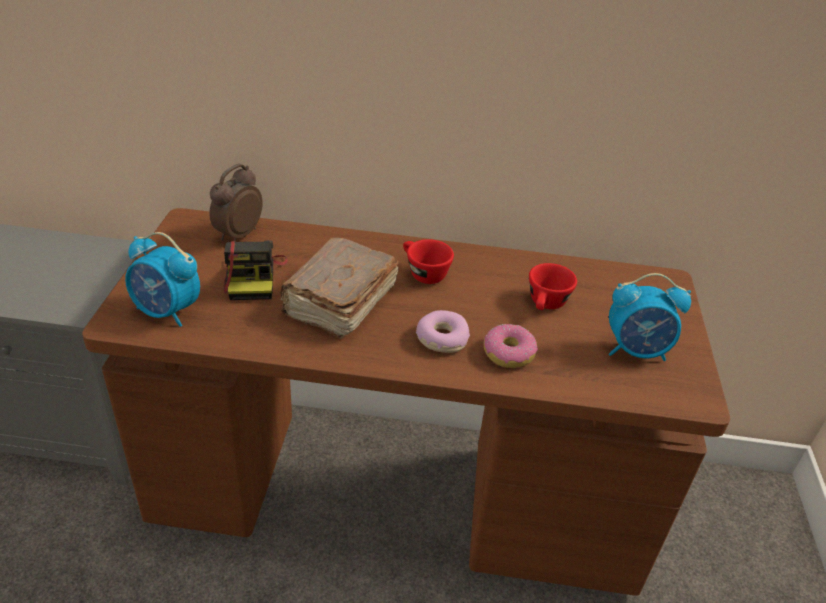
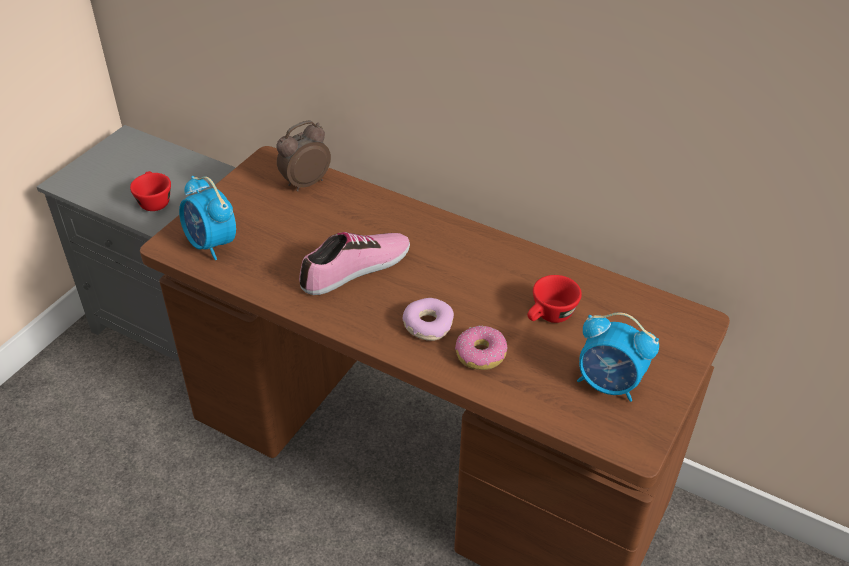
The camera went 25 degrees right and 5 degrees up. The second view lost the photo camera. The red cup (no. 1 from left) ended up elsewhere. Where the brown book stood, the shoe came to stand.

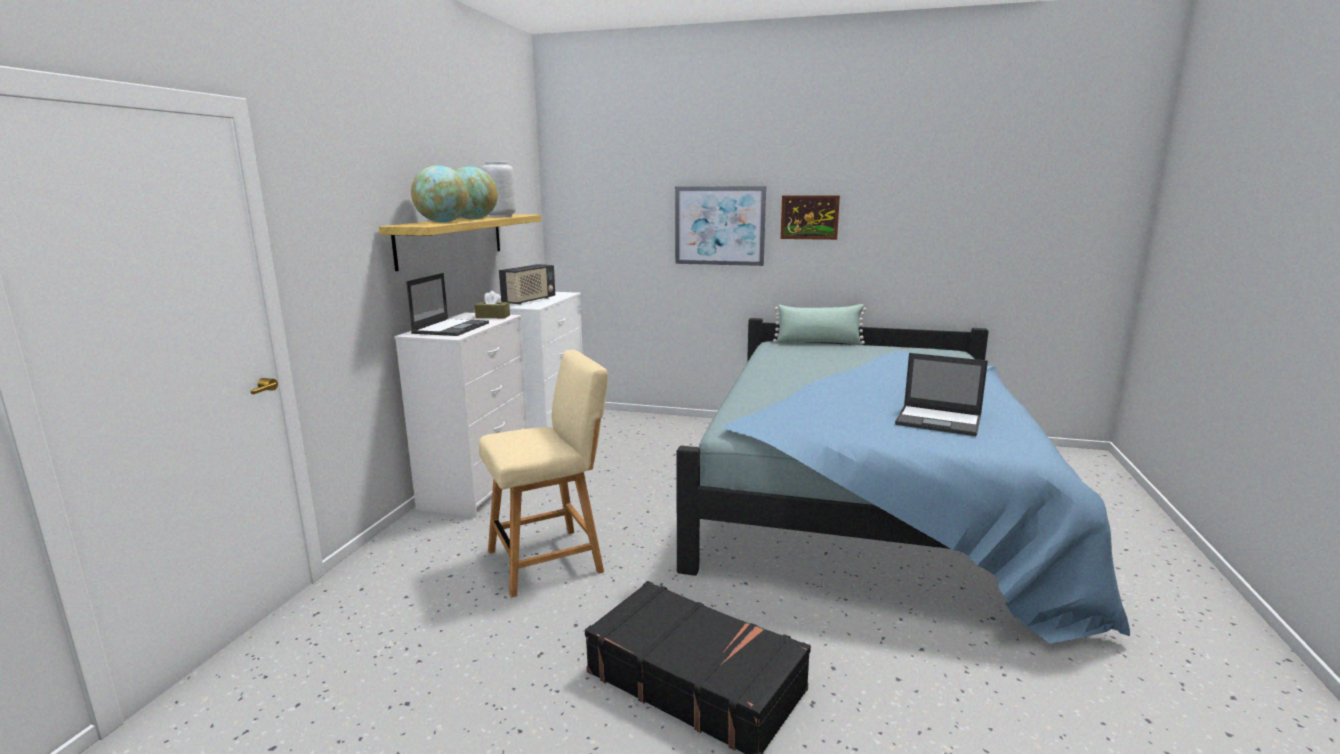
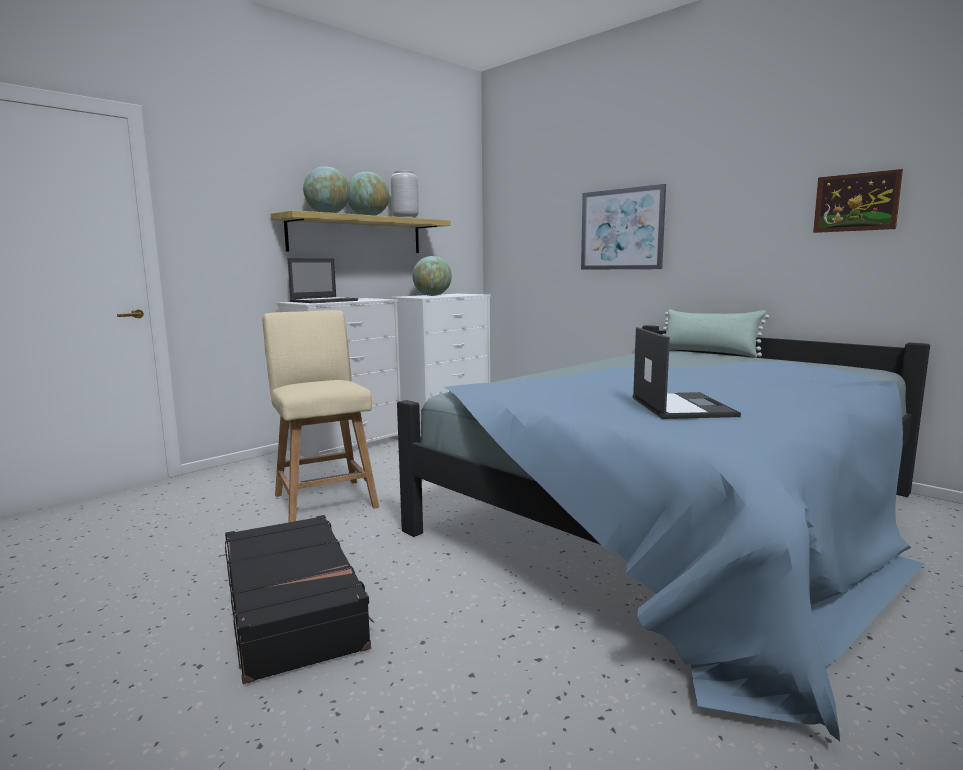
The camera went 30 degrees right and 5 degrees down. The second view lost the brown tissue box. The picture (no. 2 from left) ended up elsewhere. Where the radio stood, the globe (no. 3 from left) came to stand. The beige chair ended up facing another way, 120 degrees counterclockwise from before. The laptop (no. 2 from left) ended up facing another way, 150 degrees counterclockwise from before.

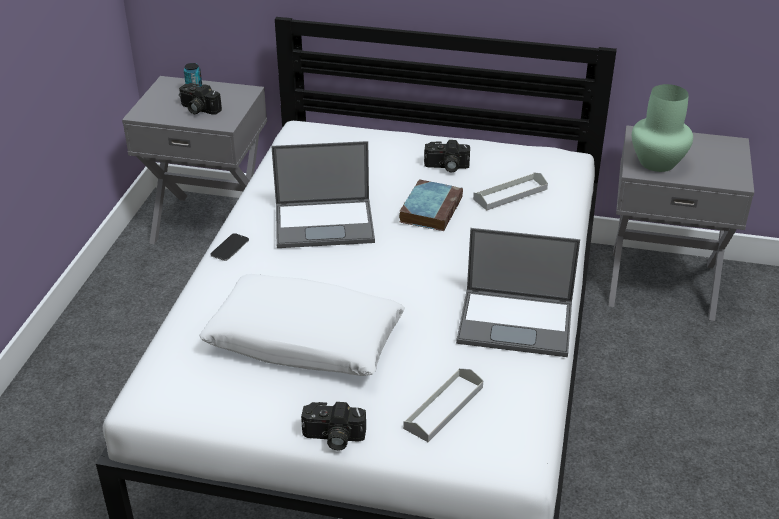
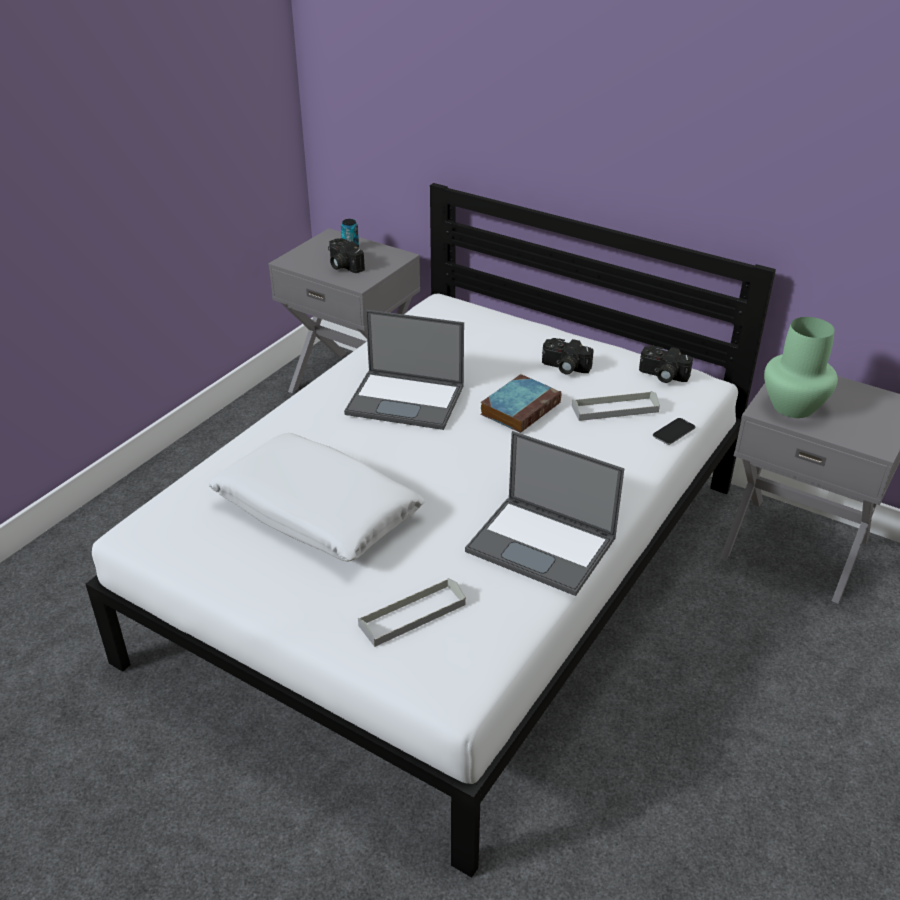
The camera went 20 degrees right and 0 degrees up. The phone ended up elsewhere. The photo camera (no. 2 from left in the first image) ended up elsewhere.

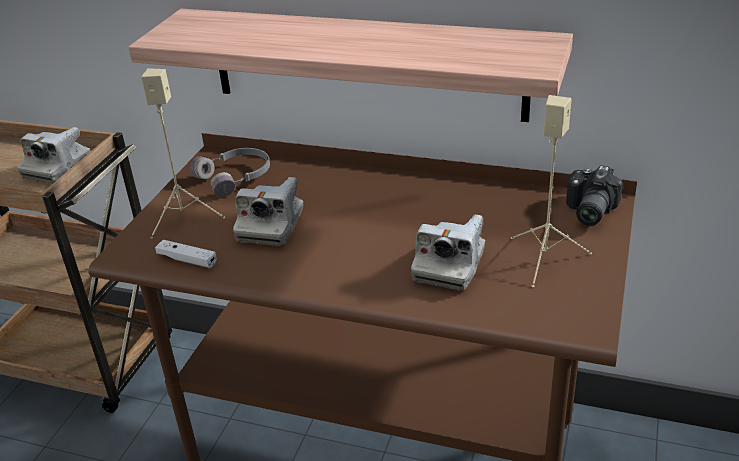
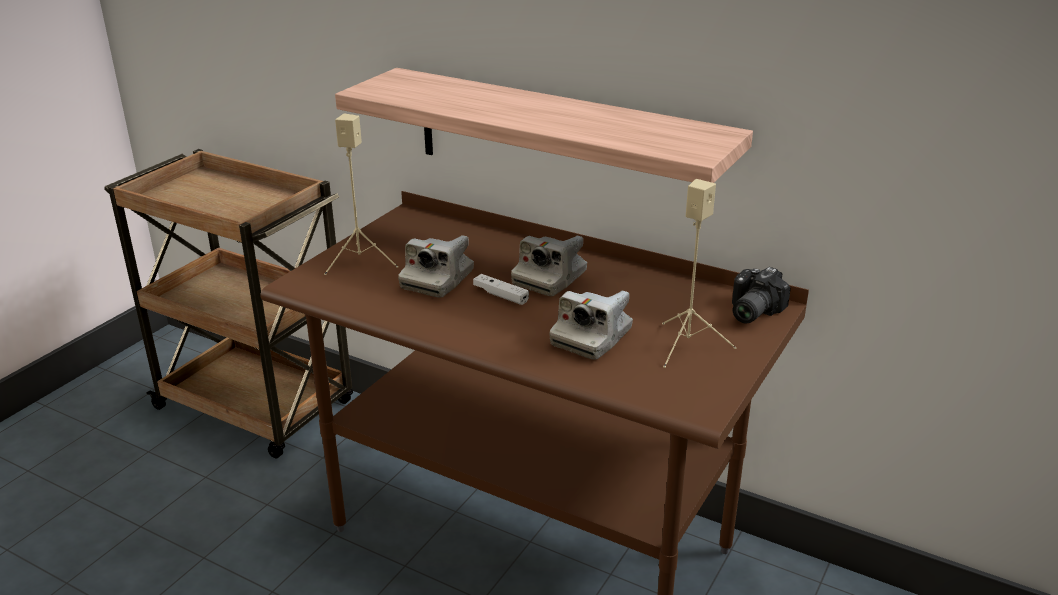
The camera went 10 degrees right and 5 degrees down. The second view lost the grey headphones. The photo camera (no. 1 from left in the first image) ended up elsewhere. The white game controller ended up elsewhere.

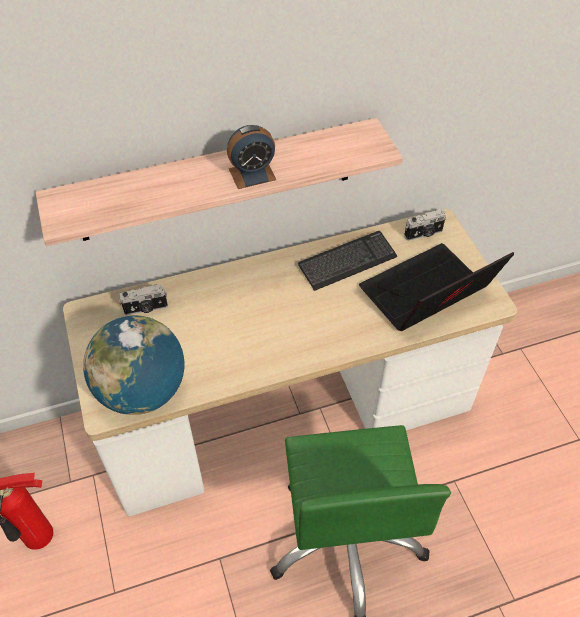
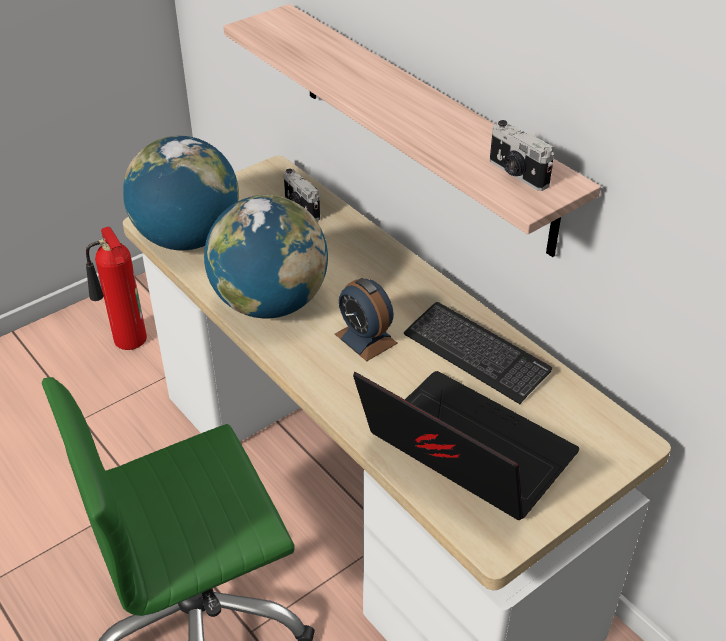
The camera went 70 degrees right and 10 degrees down. The second view gained the globe (no. 2 from left). The alarm clock ended up elsewhere. The photo camera (no. 2 from left) ended up elsewhere.

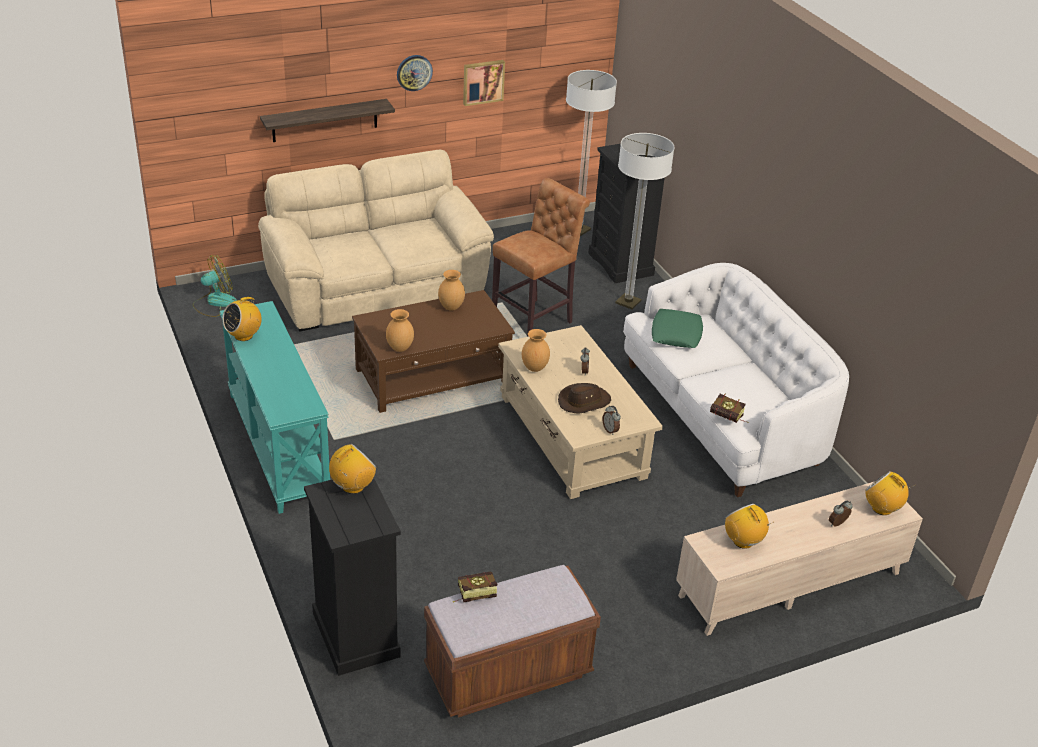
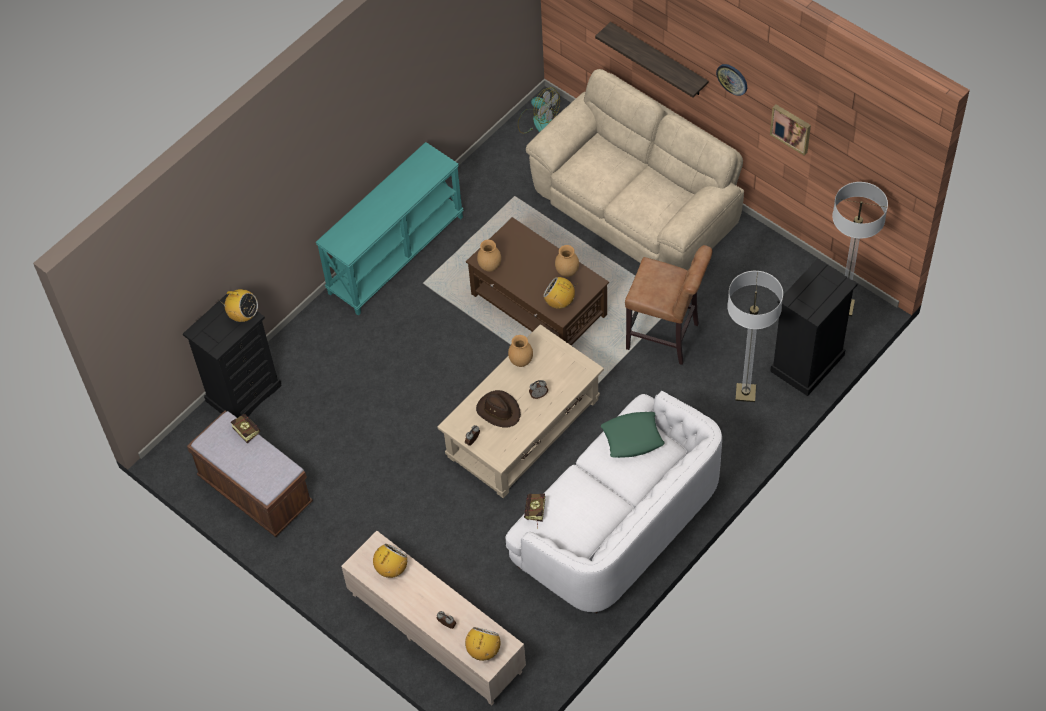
The camera went 70 degrees right and 20 degrees up. The radio (no. 1 from left in the first image) ended up elsewhere.

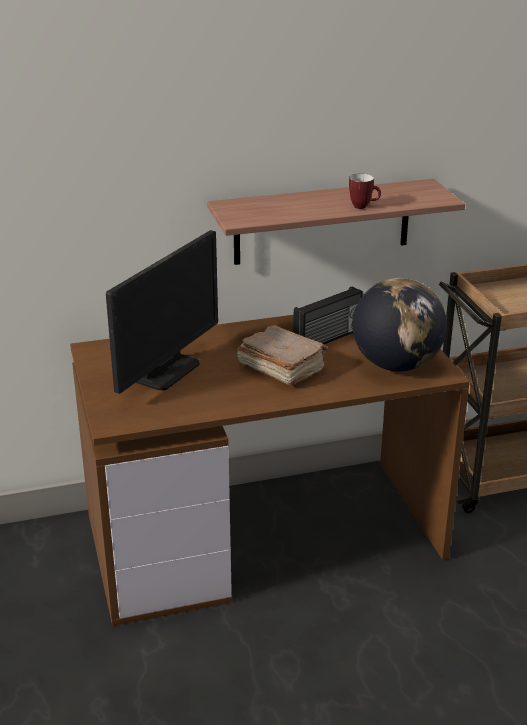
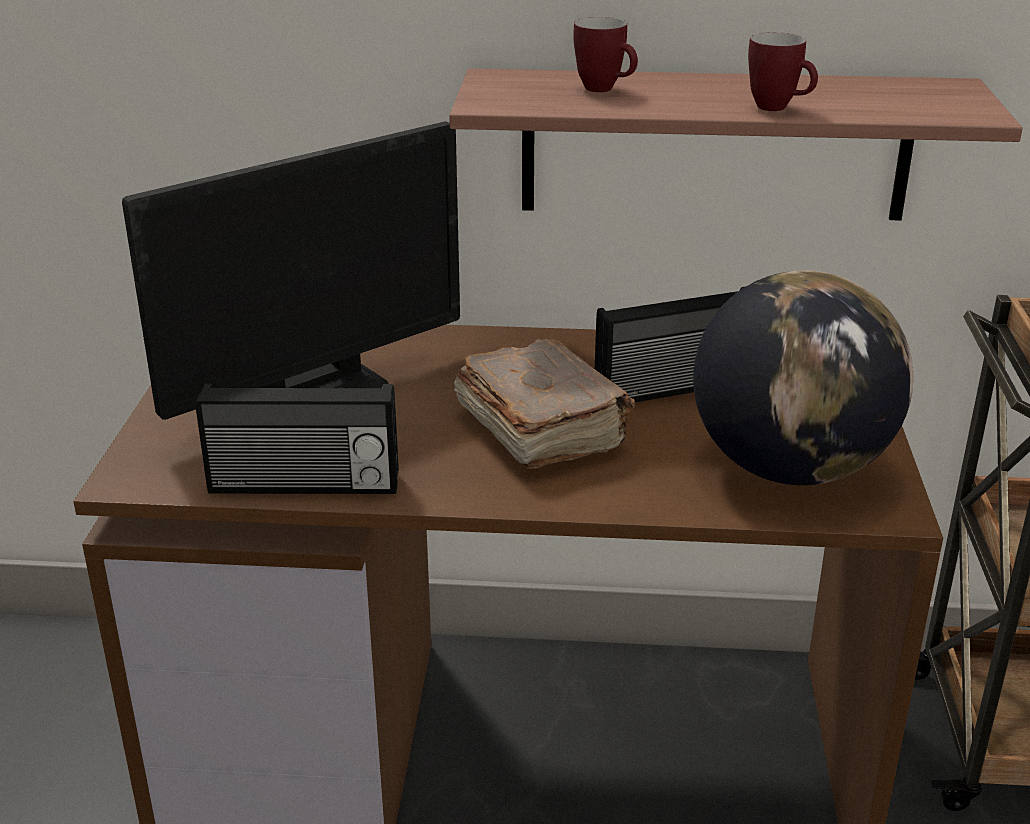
The camera went 20 degrees right and 0 degrees up. The second view gained the radio (no. 1 from left). The second view gained the mug (no. 1 from left).

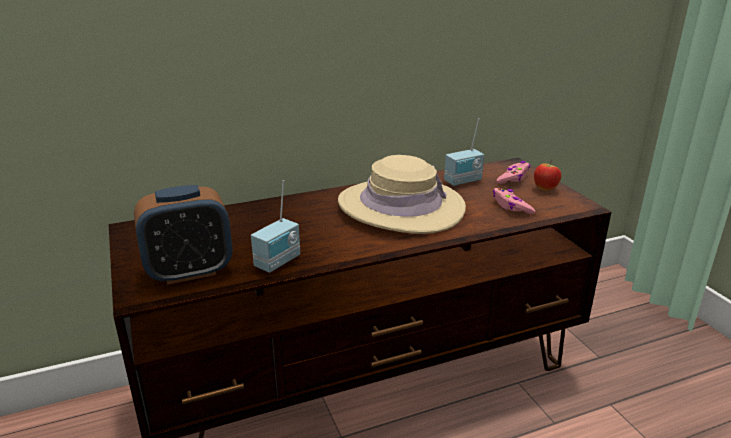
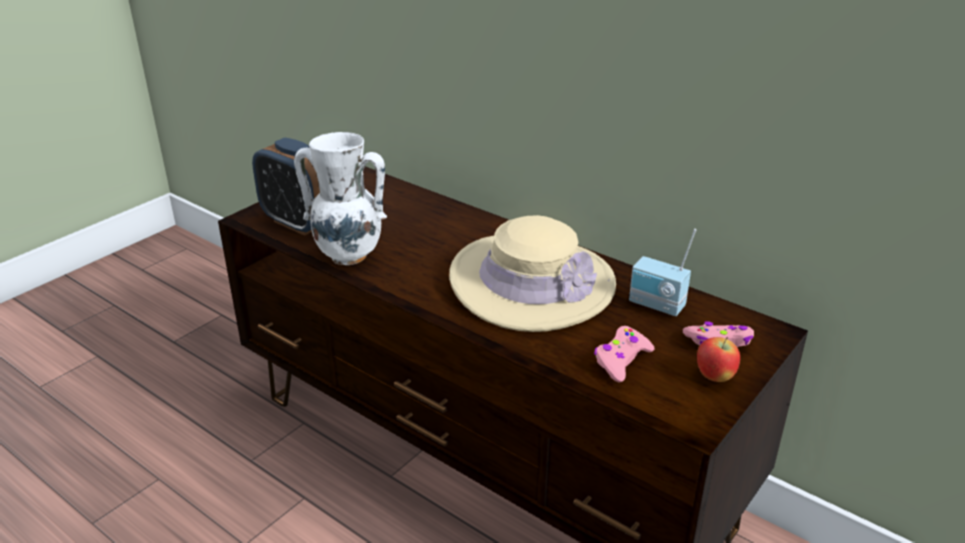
The camera went 60 degrees right and 5 degrees up. Where the radio (no. 1 from left) stood, the white vase came to stand.

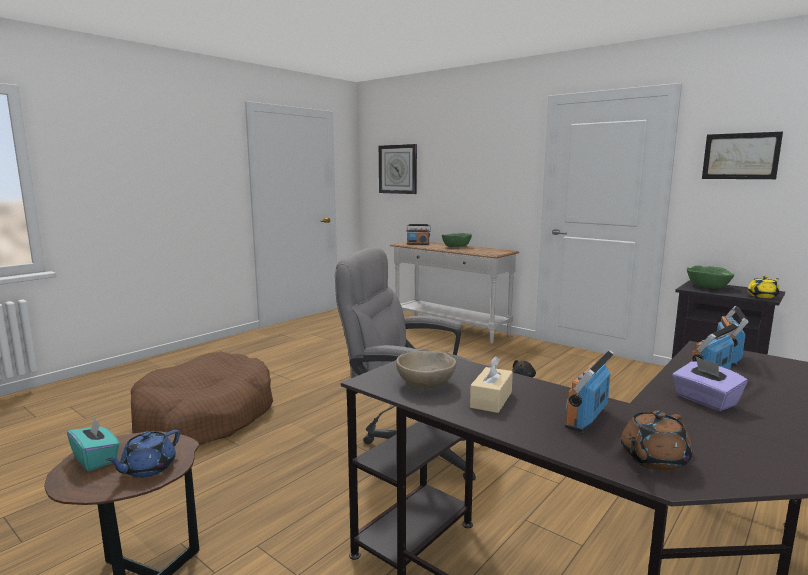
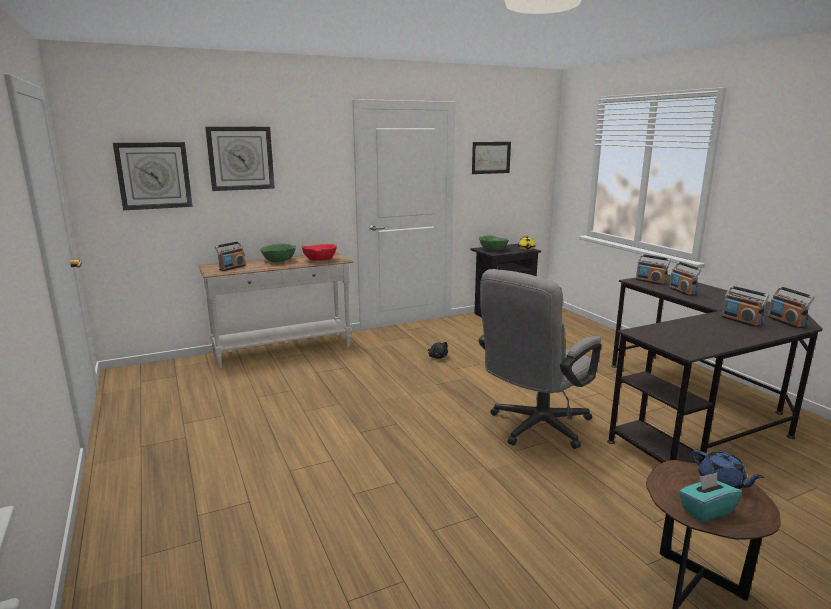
The camera went 65 degrees left and 5 degrees up. The second view lost the brown dog bed. The second view lost the beige bowl. The second view lost the beige tissue box. The second view lost the purple tissue box. The second view gained the wall clock (no. 2 from left). The second view gained the red bowl. Where the brown teapot stood, the radio (no. 5 from left) came to stand.

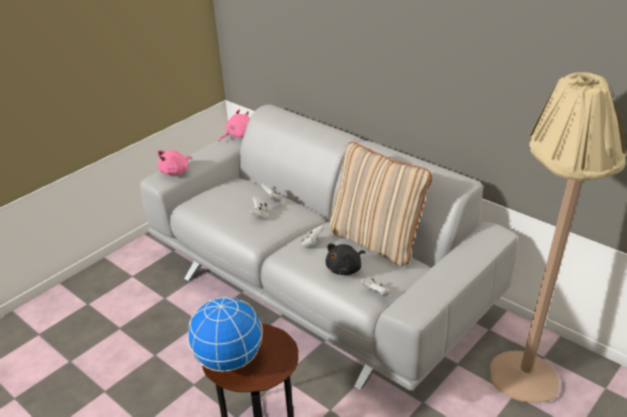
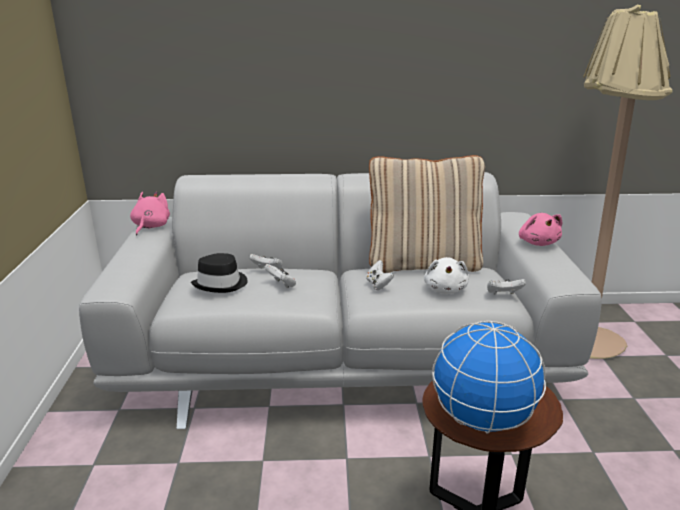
The camera went 45 degrees left and 10 degrees down. The second view gained the black hat. The pink plush toy (no. 1 from left in the first image) ended up elsewhere. What was the black plush toy turned into the white plush toy.

